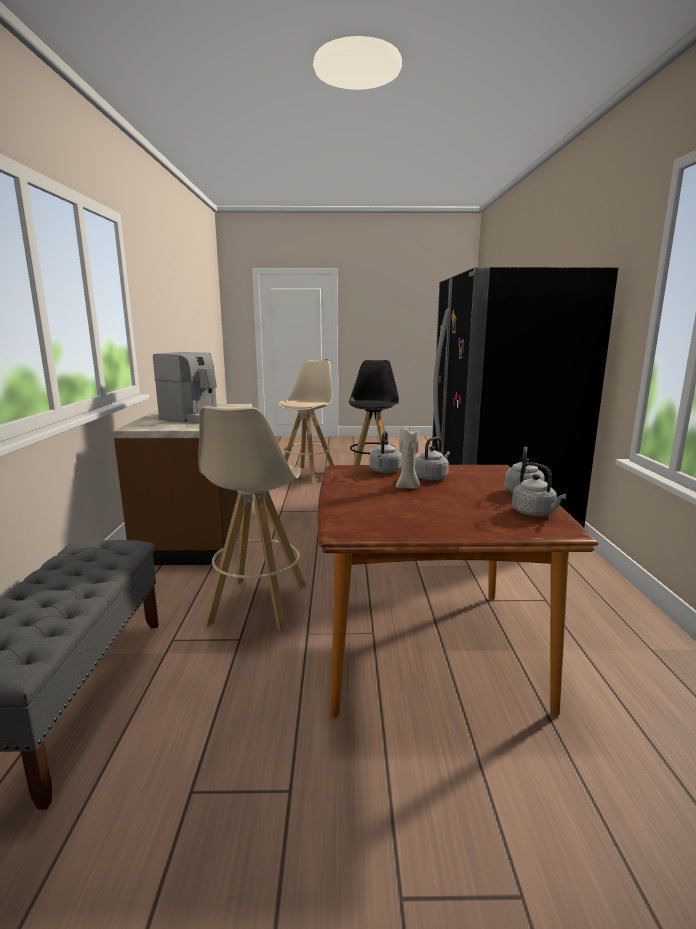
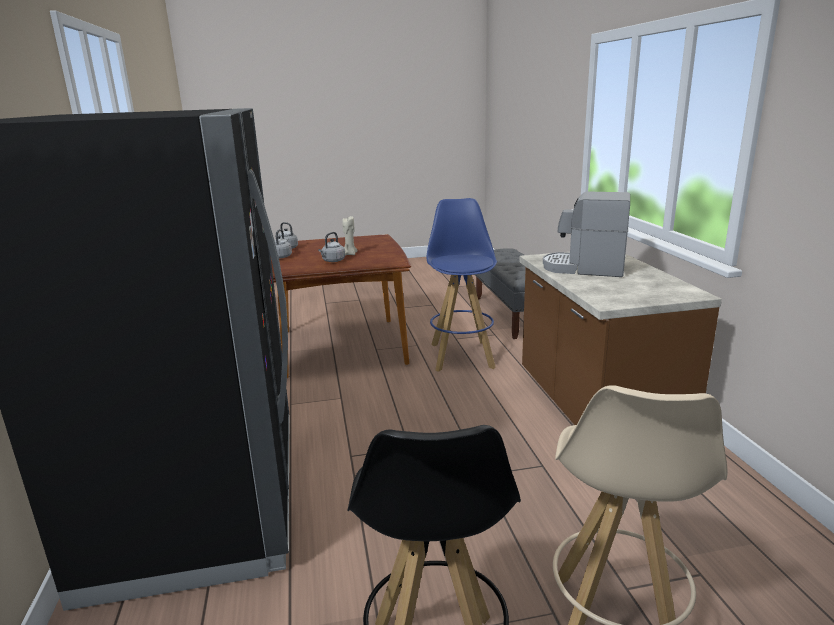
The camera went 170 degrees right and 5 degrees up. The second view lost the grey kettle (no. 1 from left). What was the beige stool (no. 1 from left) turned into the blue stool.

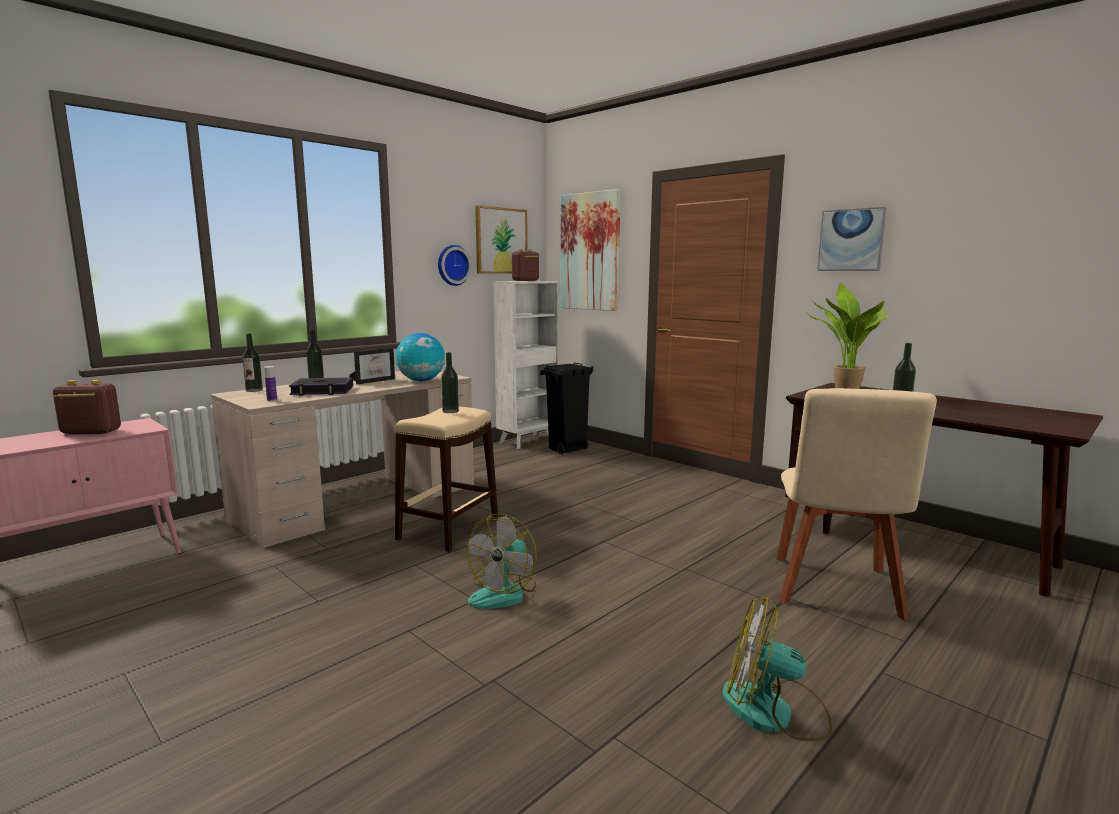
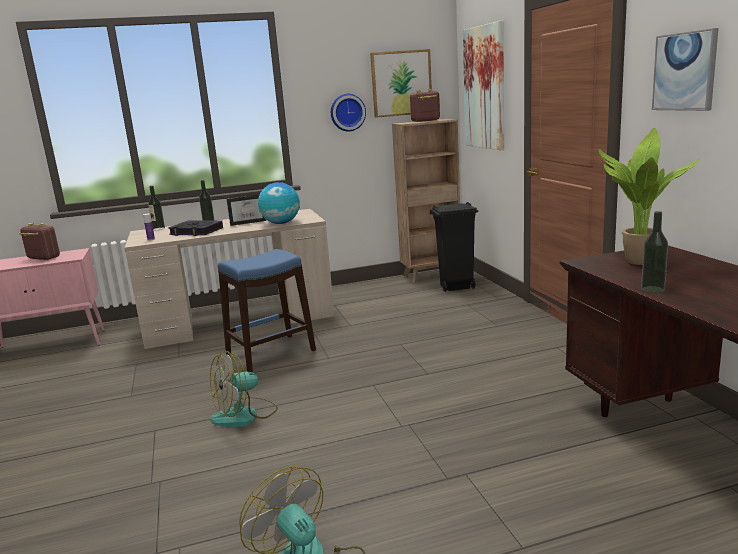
The camera went 30 degrees right and 5 degrees up. The second view lost the bottle (no. 4 from left). The second view lost the beige chair. What was the beige stool turned into the blue stool. What was the white bookcase turned into the brown bookcase.

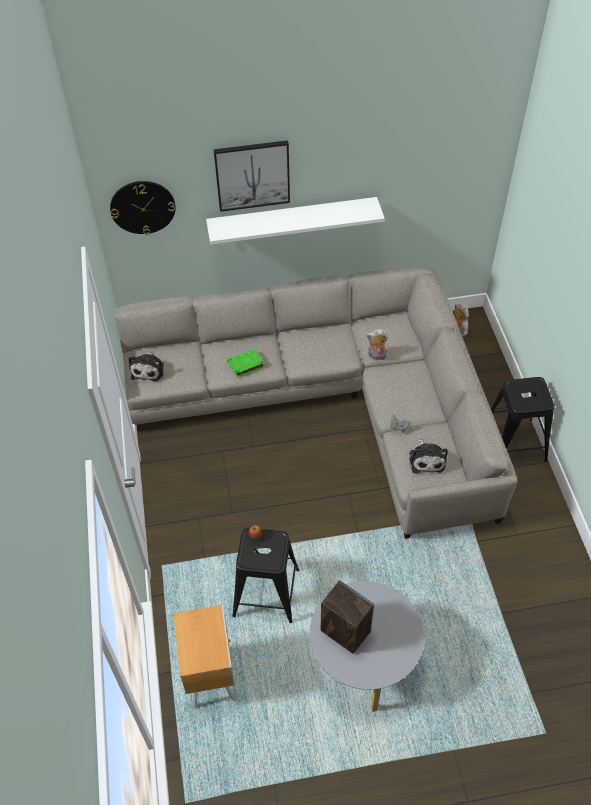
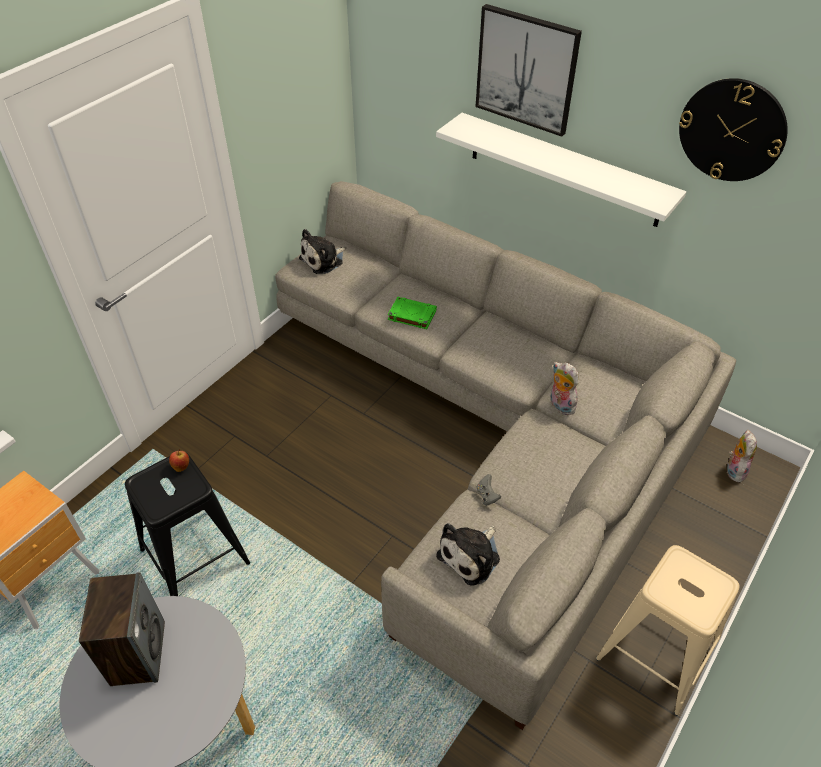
The camera went 45 degrees right and 5 degrees down. The wall clock ended up elsewhere. What was the black stool (no. 2 from left) turned into the beige stool.

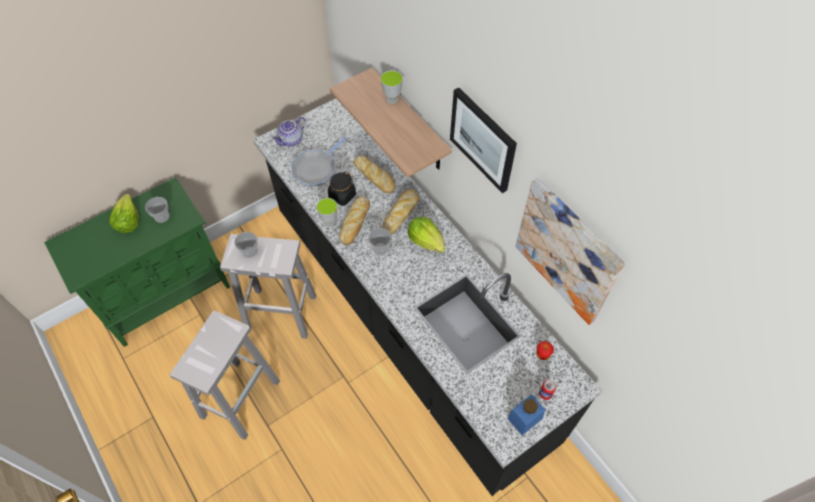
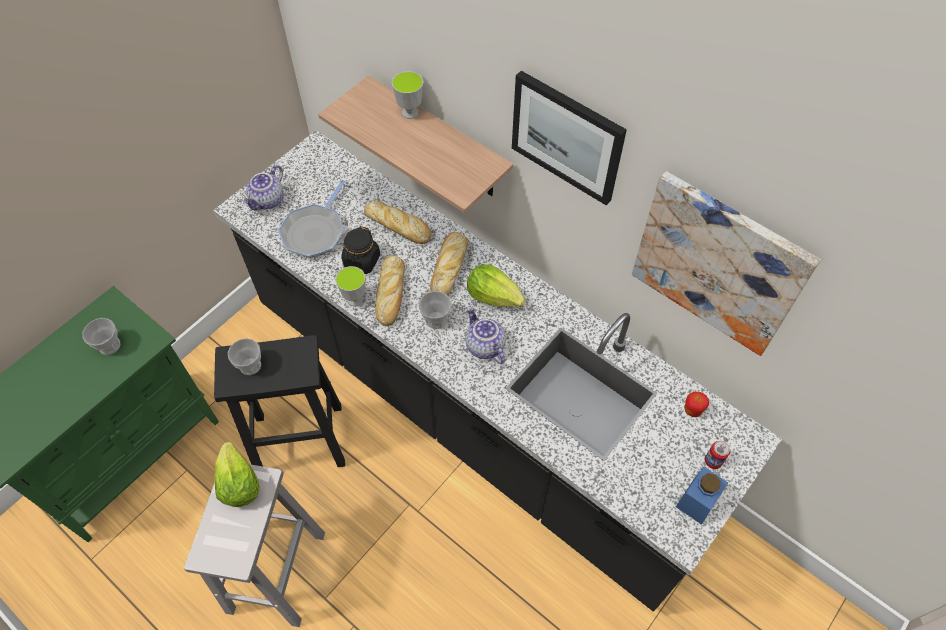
The camera went 15 degrees left and 0 degrees up. The second view gained the teapot (no. 2 from left). The lettuce (no. 1 from left) ended up elsewhere. What was the white stool (no. 2 from left) turned into the black stool.

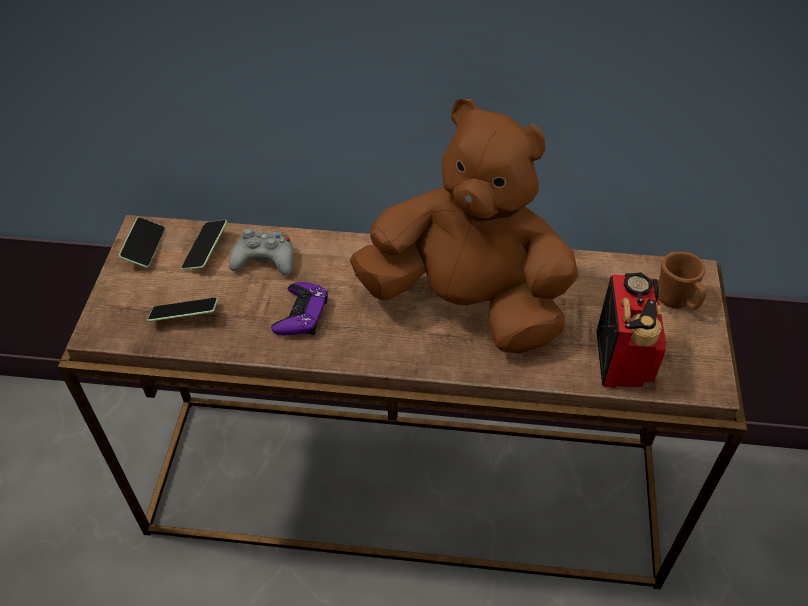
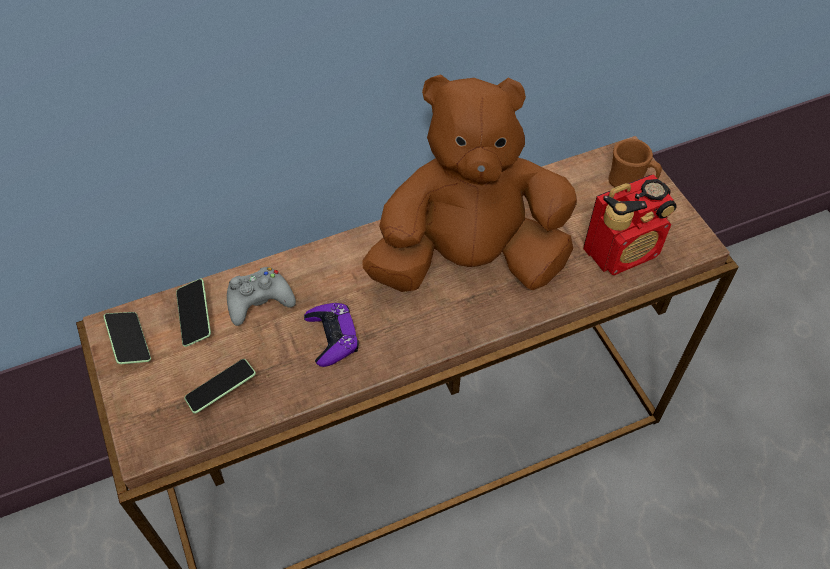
The camera went 30 degrees left and 5 degrees up. The radio ended up facing another way, 90 degrees clockwise from before.

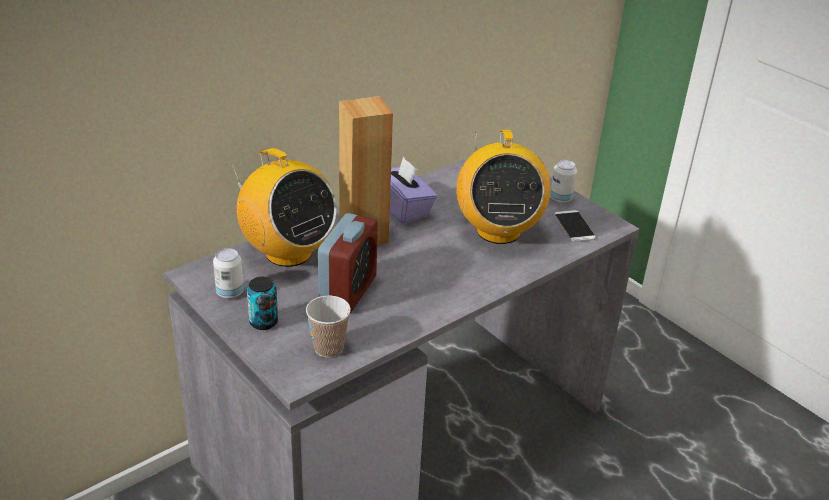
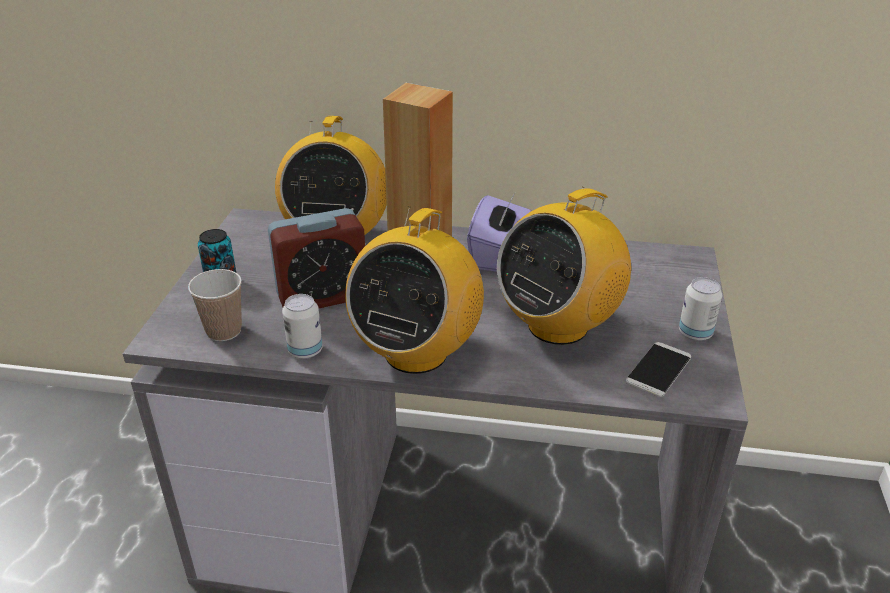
The camera went 50 degrees right and 0 degrees up. The second view gained the radio (no. 2 from left). The can (no. 1 from left in the first image) ended up elsewhere.

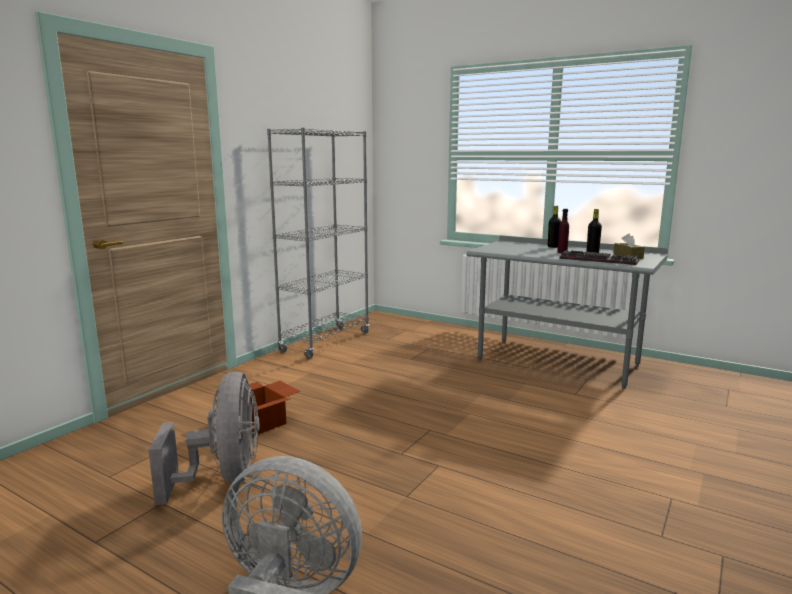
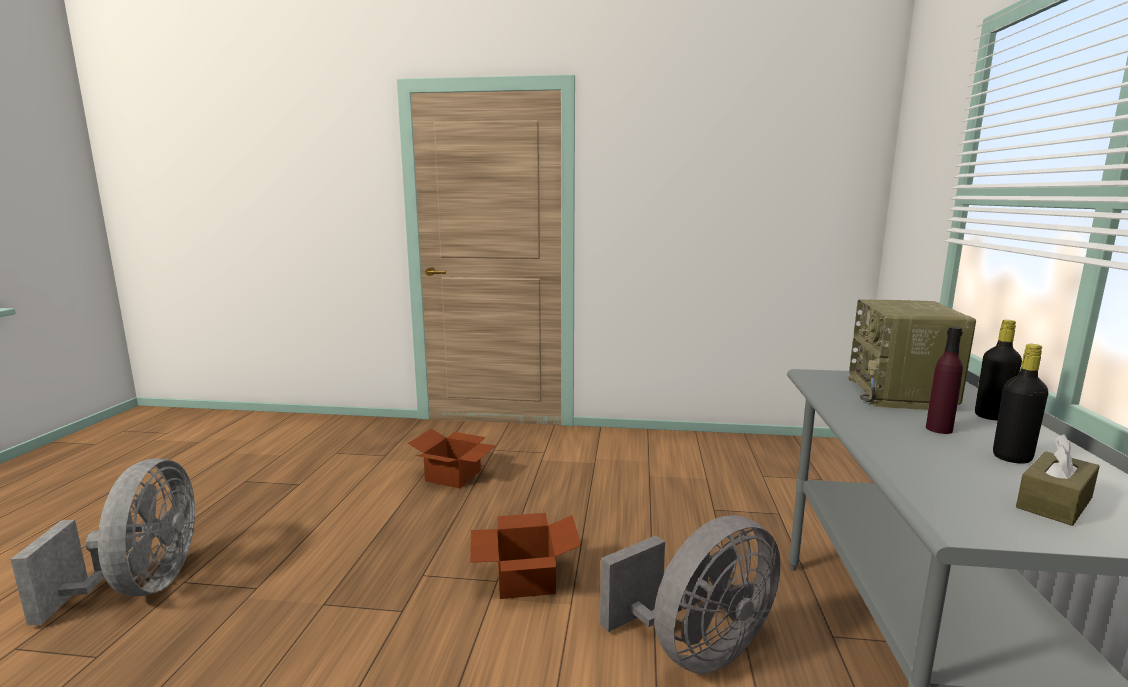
The camera went 65 degrees right and 0 degrees up. The second view lost the grey bookcase. The second view lost the keyboard. The second view gained the cardboard box (no. 2 from left). The second view gained the radio. The grey fan (no. 1 from left in the first image) ended up elsewhere.

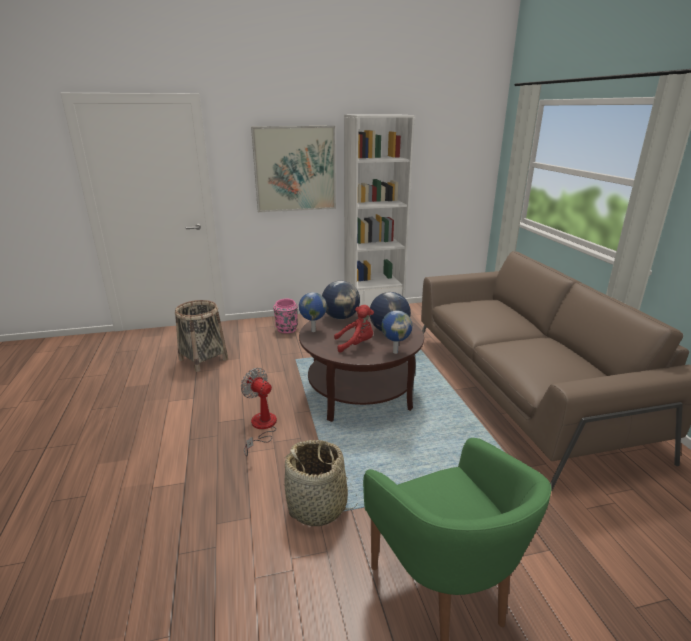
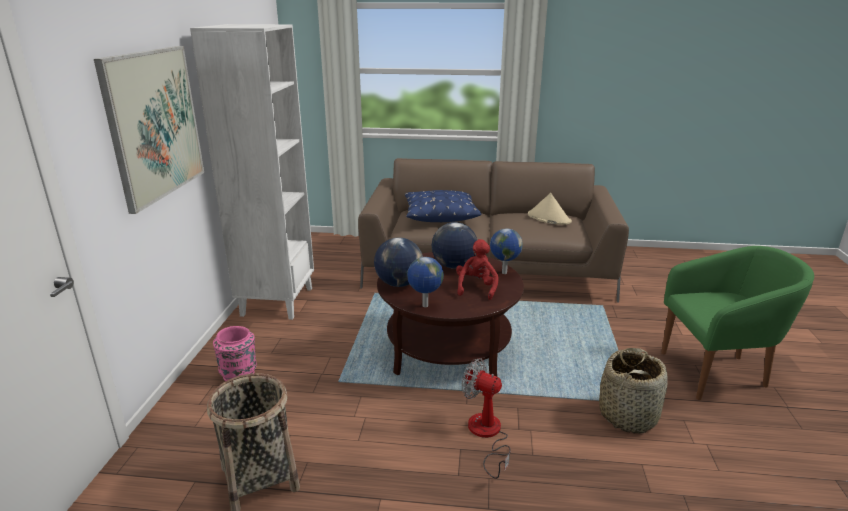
The camera went 70 degrees left and 0 degrees up. The second view gained the blue pillow. The second view gained the beige hat. The fan ended up facing another way, 60 degrees clockwise from before.

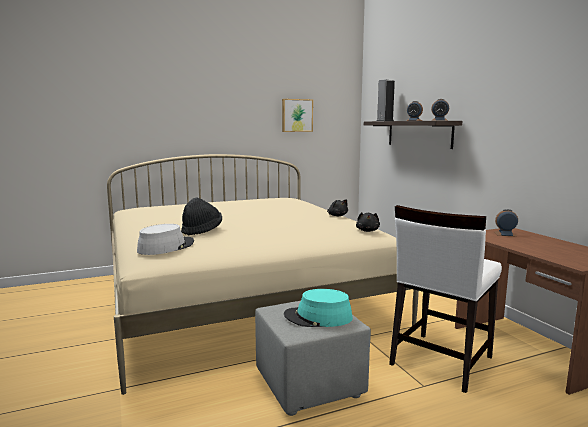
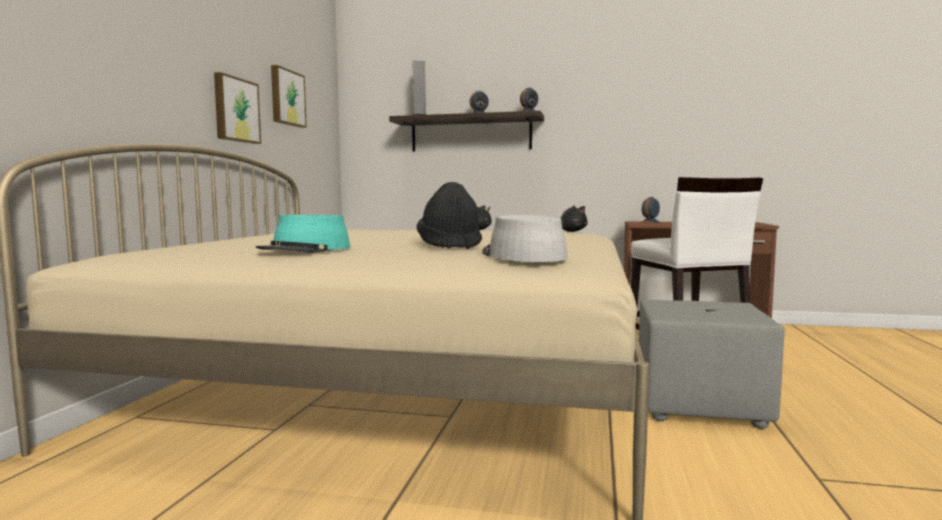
The camera went 55 degrees left and 5 degrees down. The second view gained the picture (no. 1 from left). The turquoise hat ended up elsewhere.

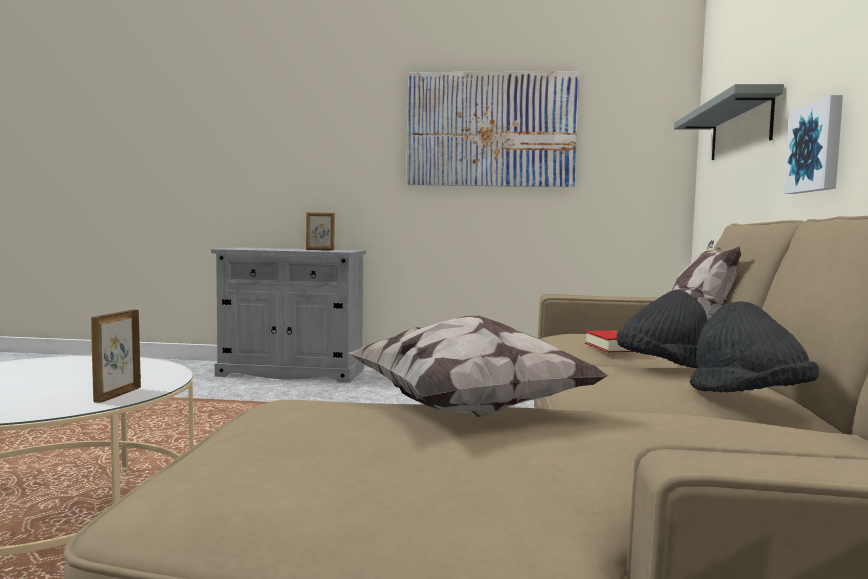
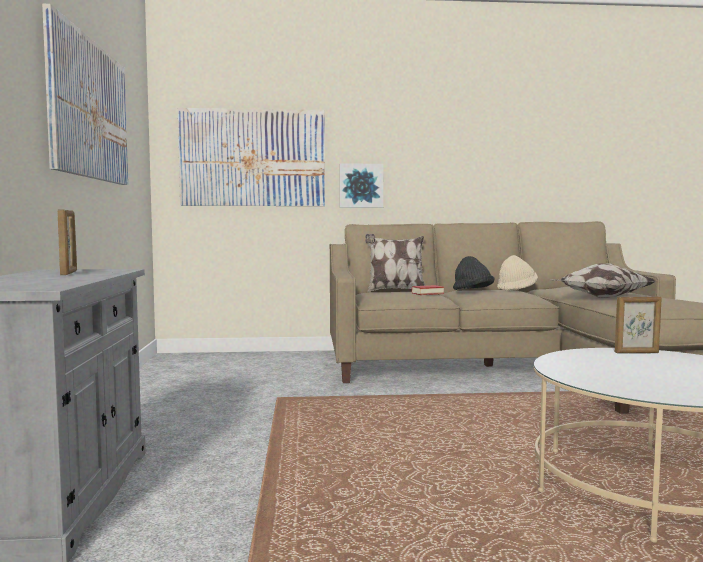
The camera went 100 degrees left and 0 degrees up. Where the grey shelf hung, the picture (no. 2 from left) came to hang. What was the black hat (no. 2 from left) turned into the beige hat.

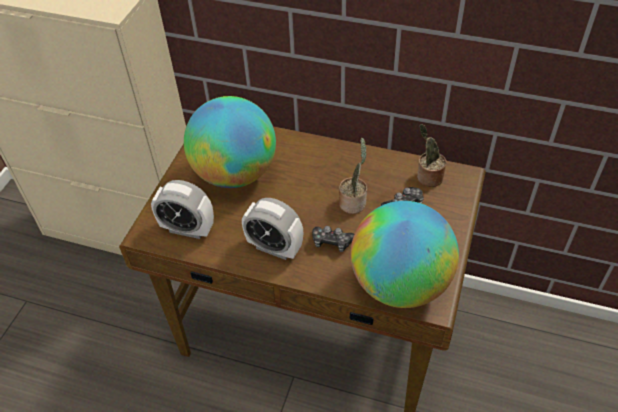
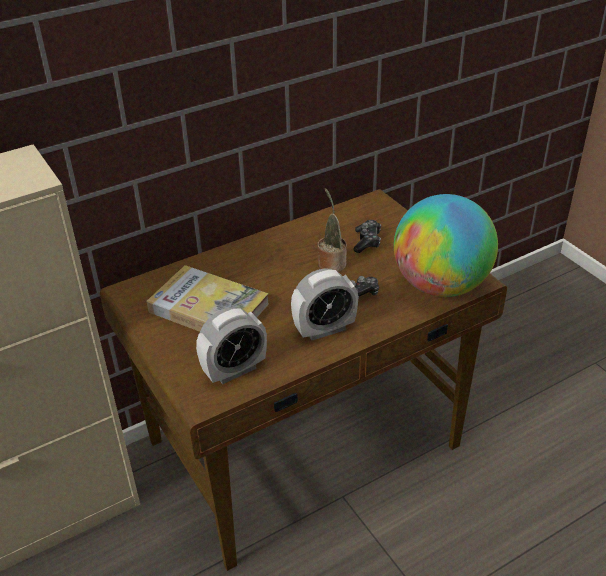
The camera went 50 degrees left and 10 degrees down. The second view lost the potted plant (no. 2 from left). Where the globe (no. 1 from left) stood, the book came to stand.

